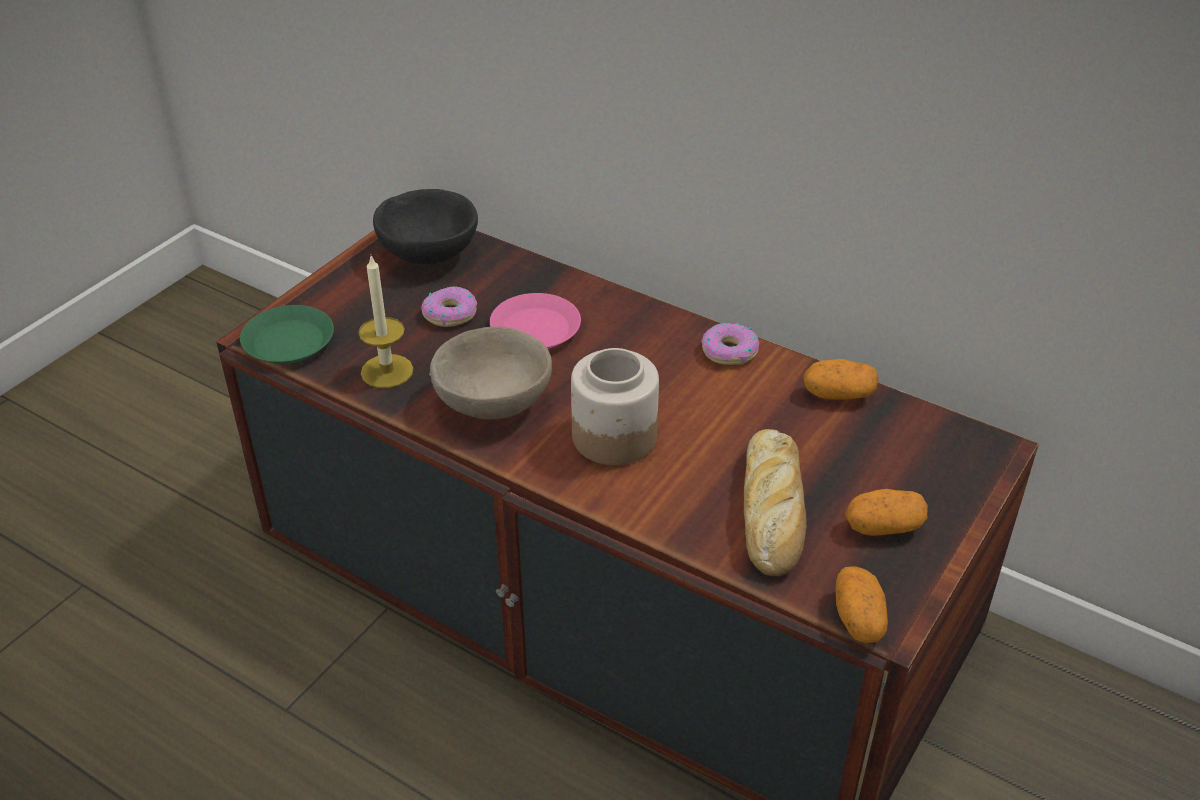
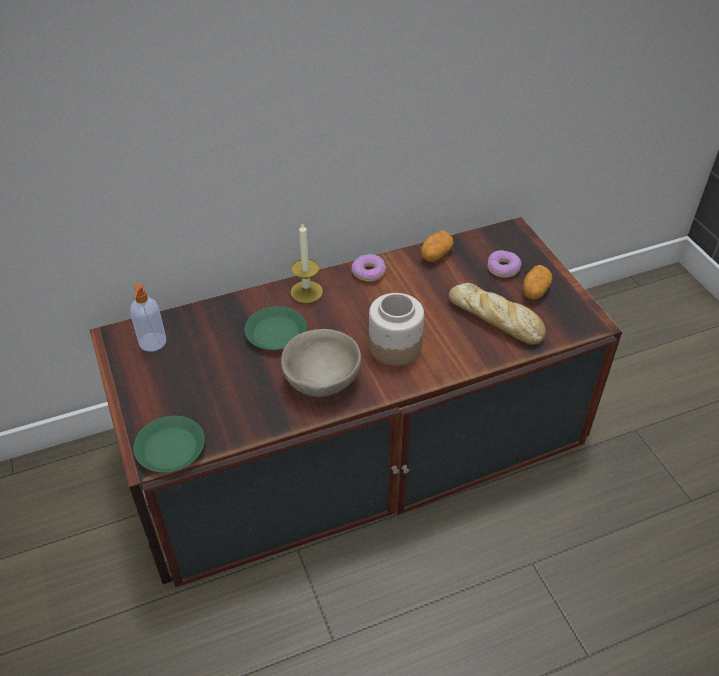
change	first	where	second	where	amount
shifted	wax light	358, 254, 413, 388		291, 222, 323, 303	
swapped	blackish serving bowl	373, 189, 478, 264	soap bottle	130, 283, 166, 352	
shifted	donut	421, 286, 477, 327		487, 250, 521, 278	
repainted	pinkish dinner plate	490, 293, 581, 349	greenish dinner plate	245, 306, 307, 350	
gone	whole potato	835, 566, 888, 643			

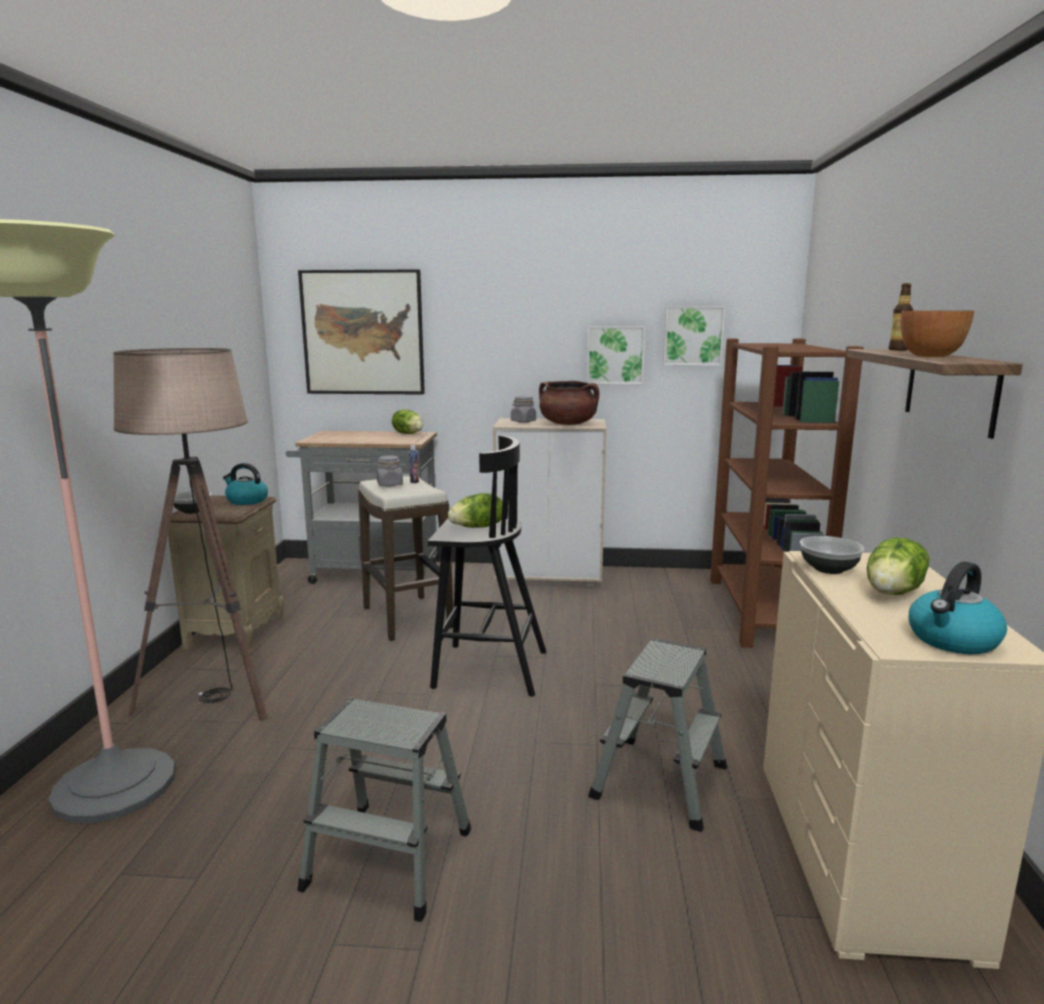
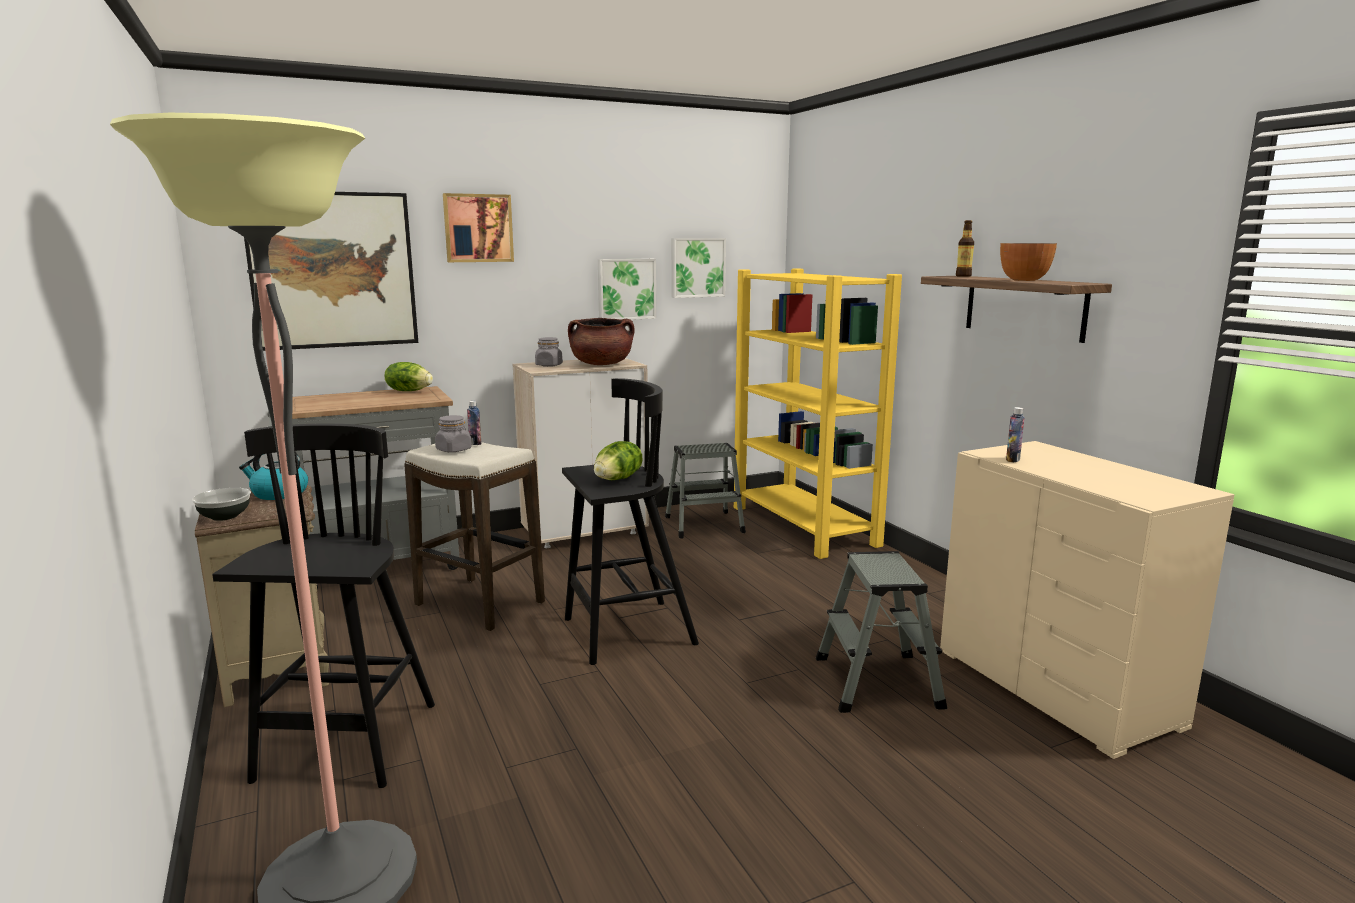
change	first	where	second	where	amount
swapped	standing lamp	113, 348, 267, 721	blackish stool	212, 424, 435, 788	
shifted	gray stepladder	297, 697, 471, 922		665, 442, 746, 539	
repainted	brown-coloured bookcase	710, 338, 864, 648	yellow-coloured bookcase	734, 269, 902, 559	
swapped	serving bowl	800, 536, 864, 574	drink bottle	1006, 407, 1025, 462	
gone	lettuce head	867, 537, 930, 595			
gone	kettle	909, 562, 1007, 654			
new			picture	443, 193, 514, 262	

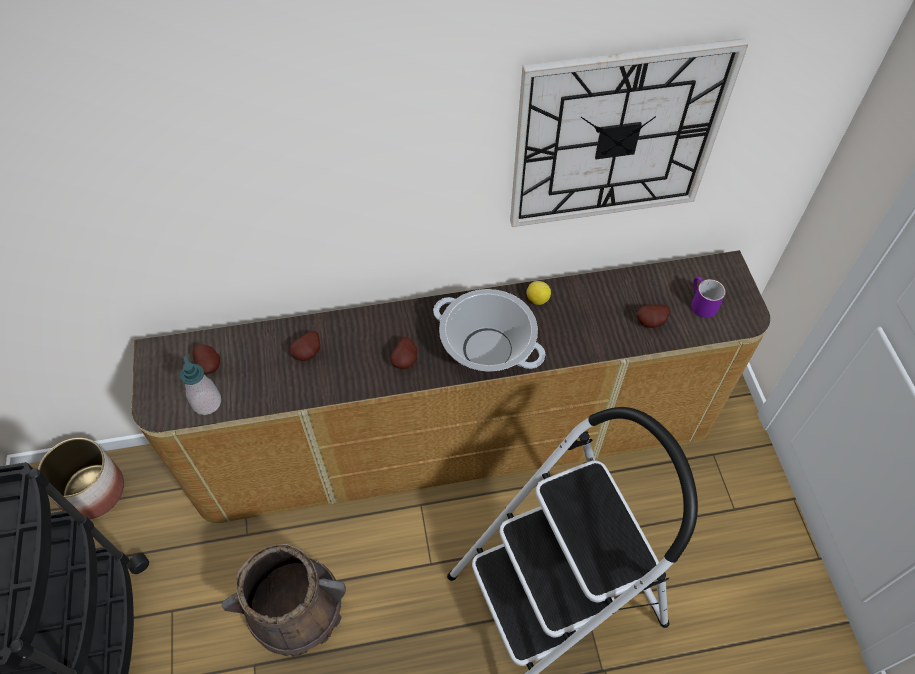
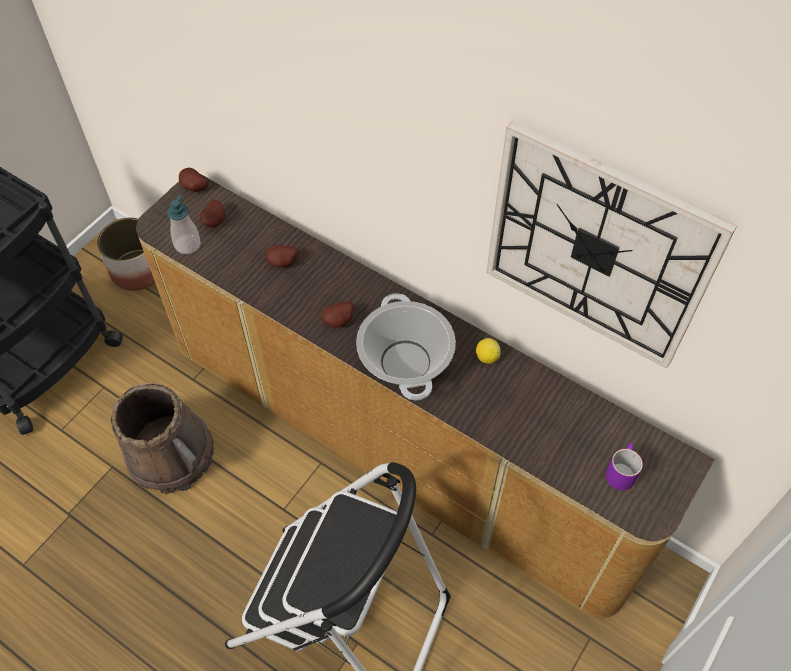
change	first	where	second	where	amount
shifted	whole potato	637, 304, 670, 328		179, 168, 208, 192	

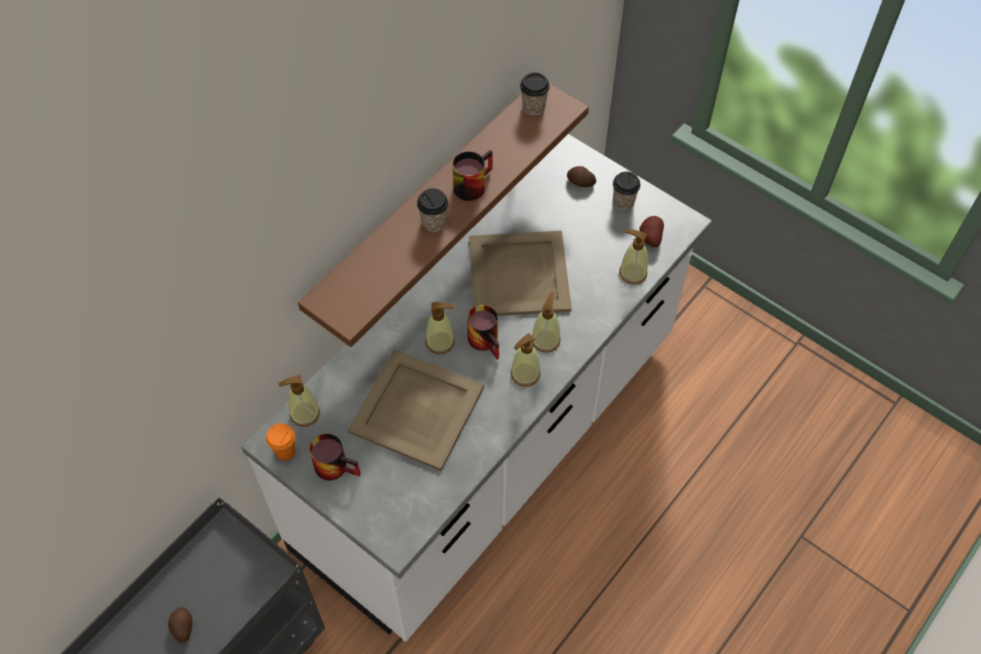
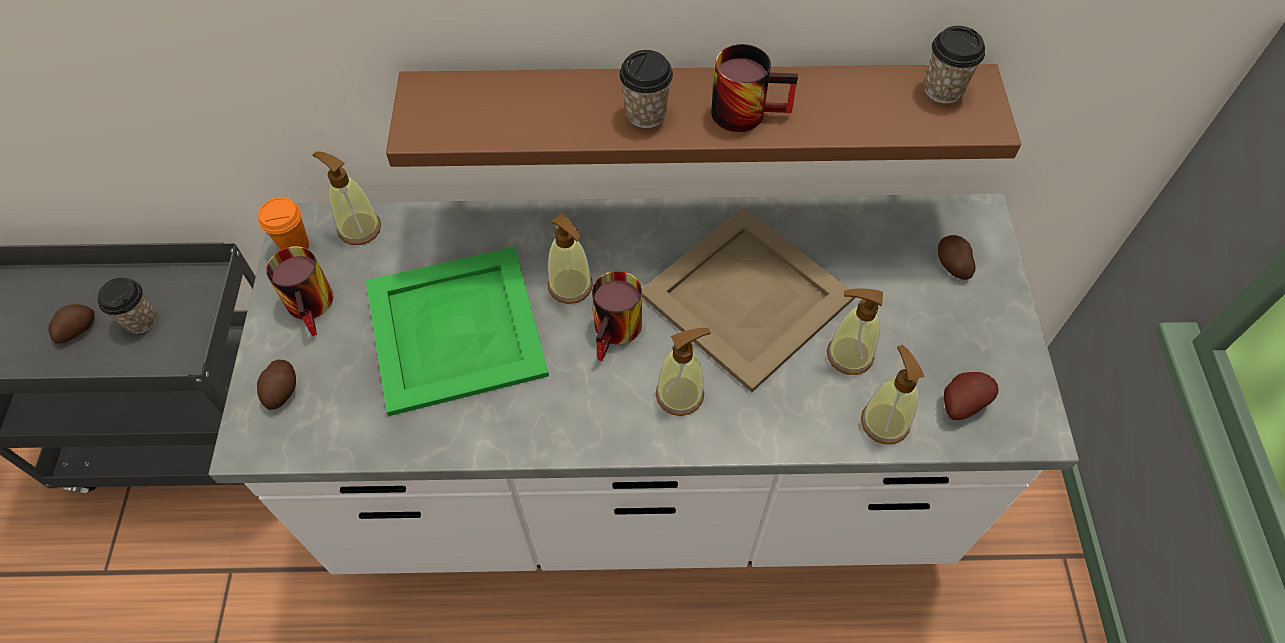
change	first	where	second	where	amount
repainted	beige serving tray	348, 349, 484, 471	greenish serving tray	366, 247, 549, 416	
shifted	soap bottle	511, 333, 540, 387		827, 288, 883, 375	
shifted	small cup	613, 171, 641, 210		98, 278, 157, 334	
new			whole potato	257, 360, 296, 410	

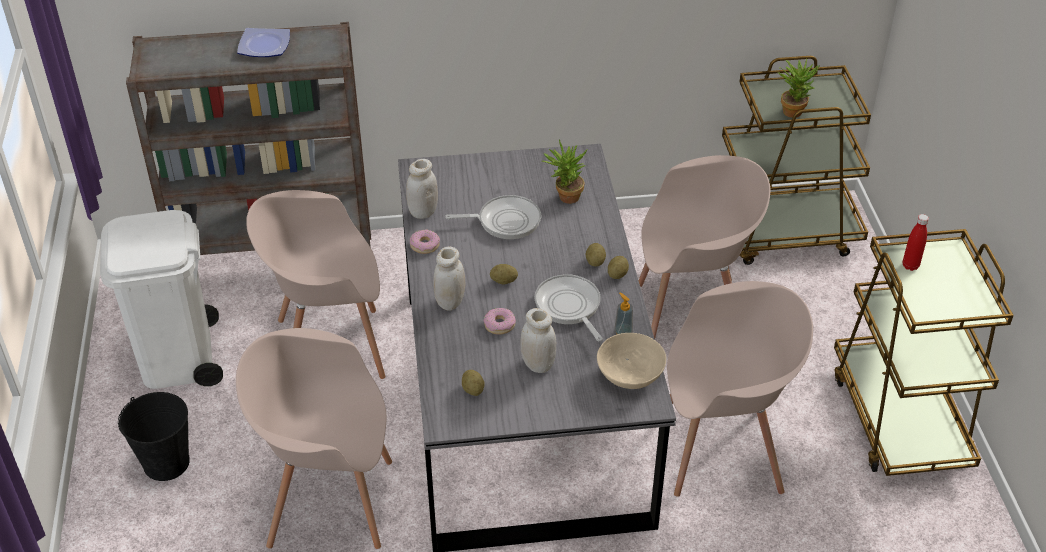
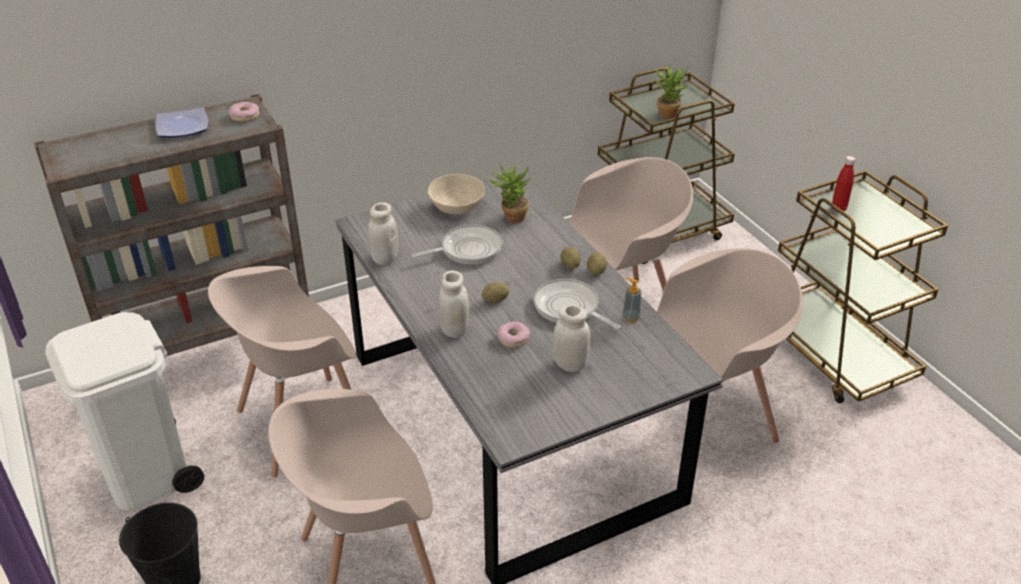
change	first	where	second	where	amount
shifted	donut	410, 229, 440, 254		229, 102, 259, 122	
gone	whole potato	462, 370, 484, 396			
shifted	beige serving bowl	597, 333, 666, 389		428, 174, 485, 214	

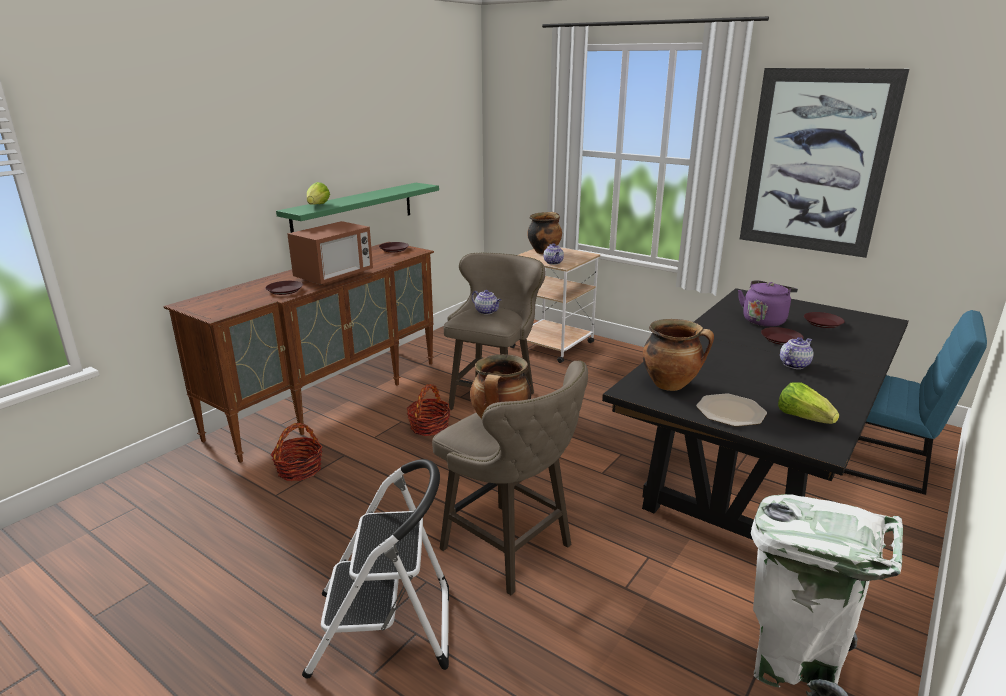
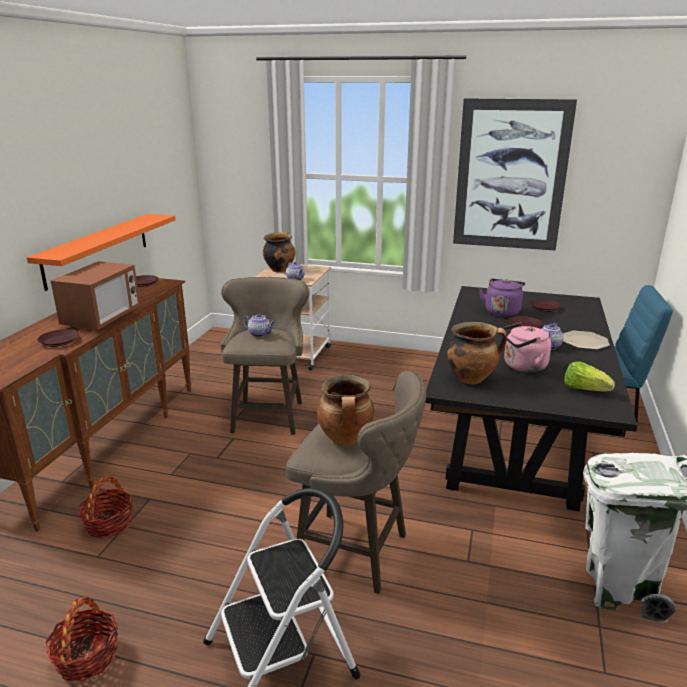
change	first	where	second	where	amount
repainted	greenish wall shelf	276, 183, 439, 233	orange-coloured wall shelf	27, 214, 176, 291	
gone	lettuce head	307, 182, 330, 205			
shifted	household basket	407, 384, 451, 436		45, 596, 118, 681	
shifted	dinner plate	696, 393, 767, 427		563, 331, 610, 350	
new			pinkish kettle	500, 323, 551, 373	

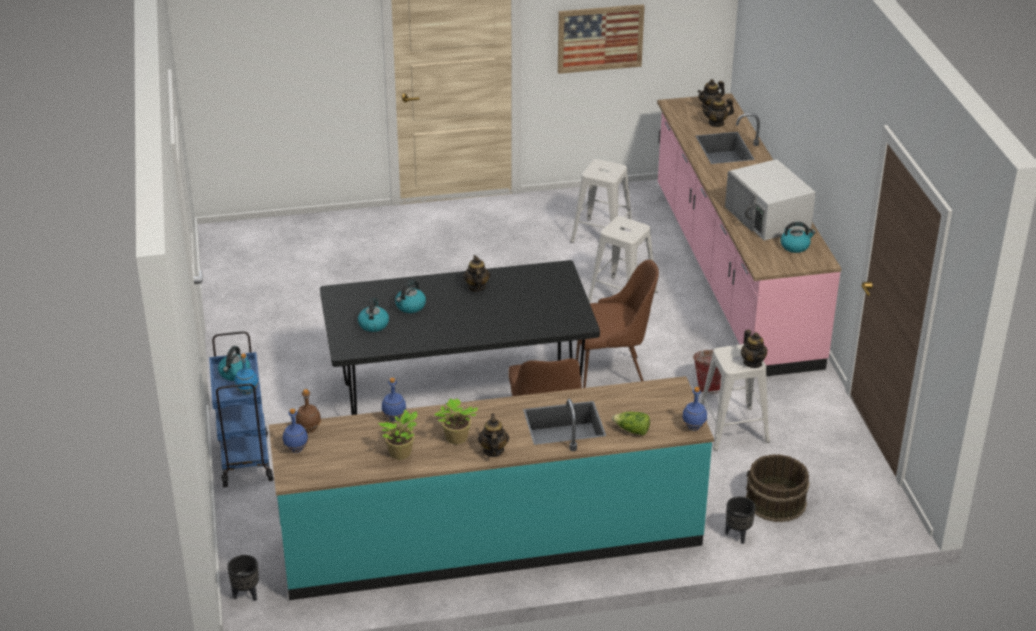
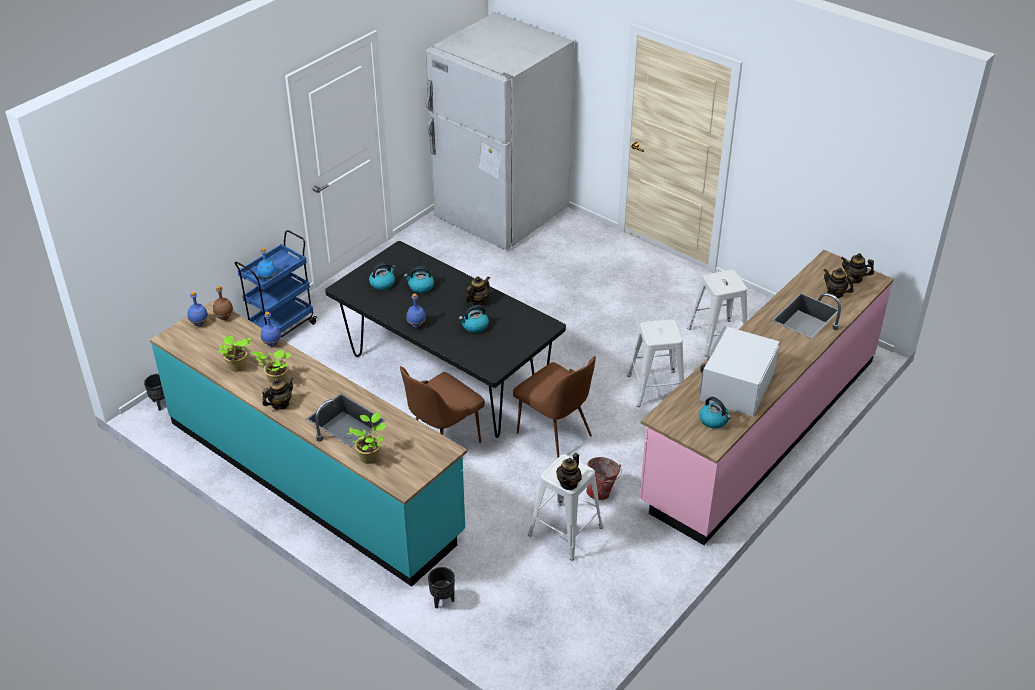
change	first	where	second	where	amount
shifted	kettle	218, 346, 251, 381		459, 305, 489, 333	
gone	picture	558, 4, 645, 74			
swapped	lettuce head	612, 412, 650, 435	plant in a pot	347, 412, 386, 464	
shifted	blue-coloured drink bottle	682, 387, 707, 431		406, 294, 426, 328	
gone	brown-coloured water bucket	746, 454, 810, 522			
new			white-coloured fridge	426, 12, 574, 250	

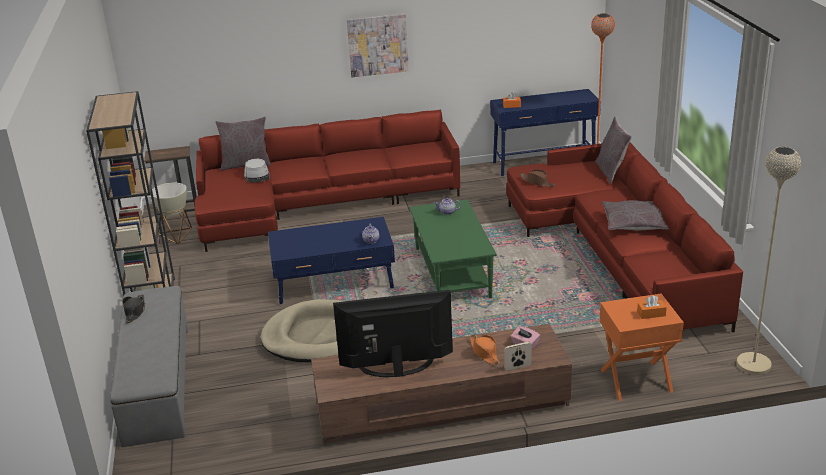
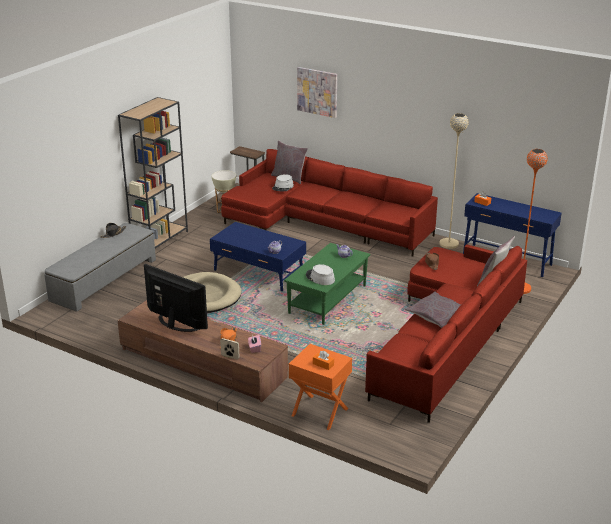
change	first	where	second	where	amount
shifted	picture	347, 14, 409, 77		297, 67, 337, 118	
shifted	beige standing lamp	737, 147, 801, 375		439, 113, 469, 249	
new			gray clothing hat	306, 264, 335, 285	

